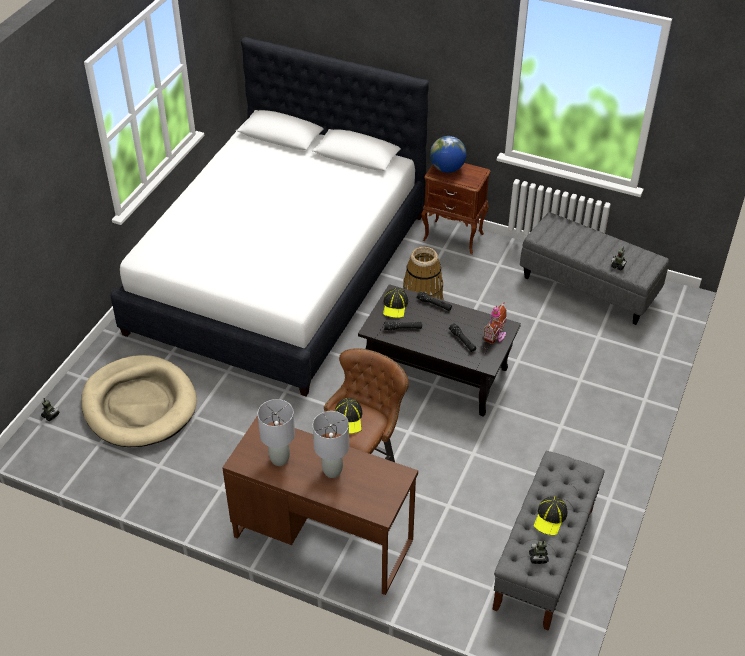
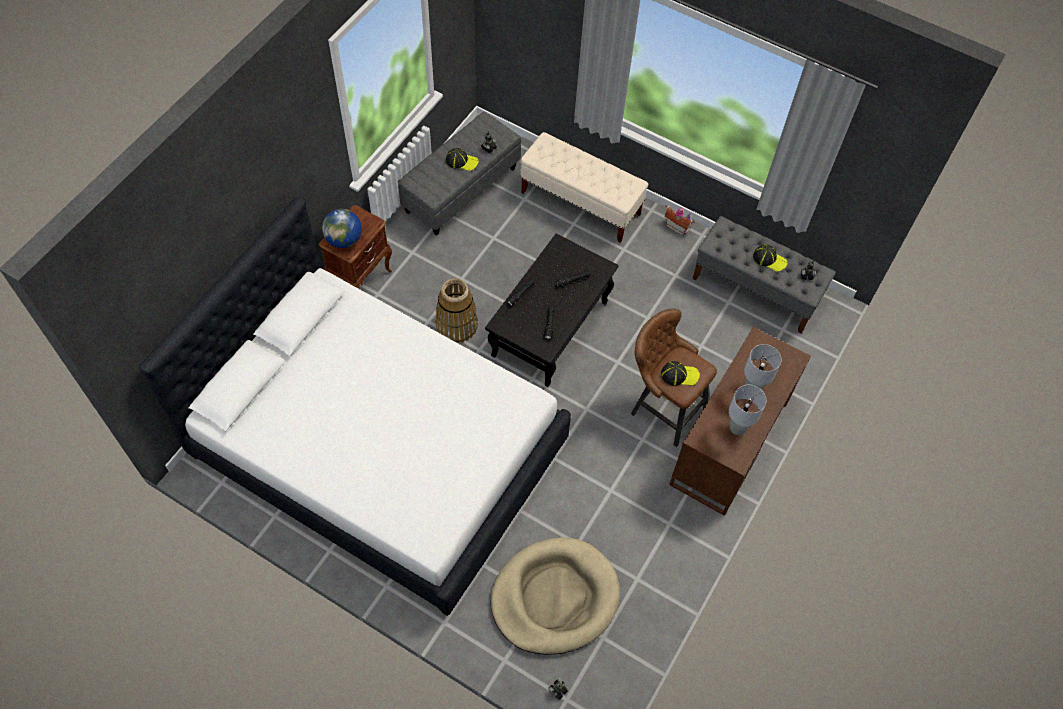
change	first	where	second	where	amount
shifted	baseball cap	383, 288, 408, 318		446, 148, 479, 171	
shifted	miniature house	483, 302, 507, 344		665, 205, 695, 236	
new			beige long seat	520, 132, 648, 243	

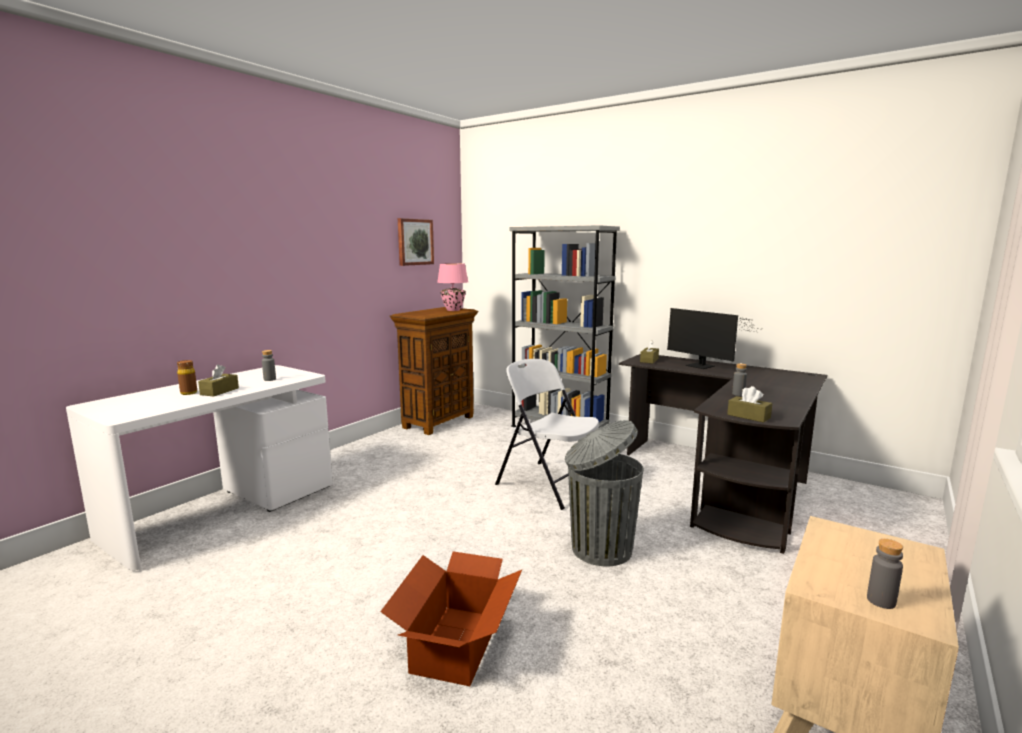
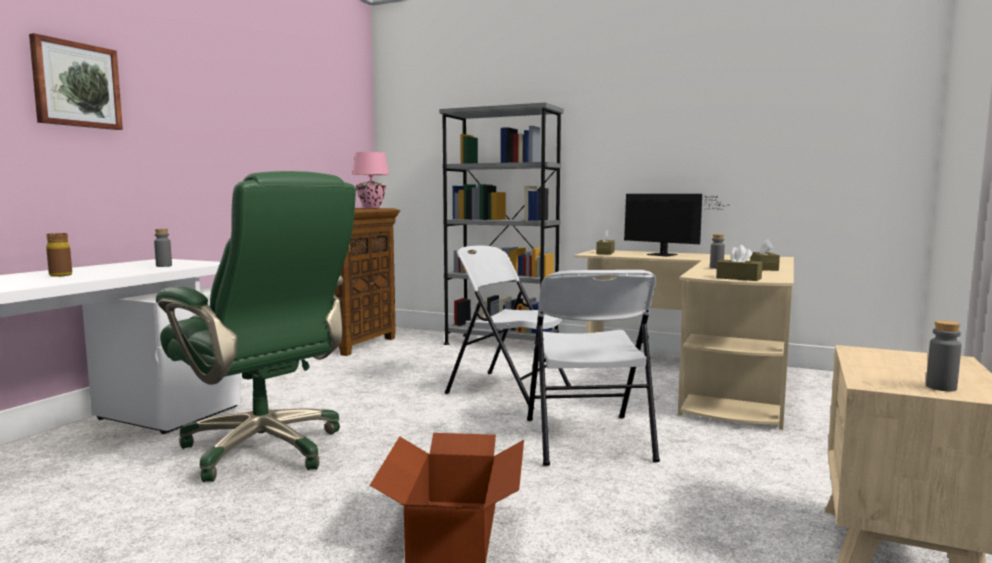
change	first	where	second	where	amount
shifted	brown-coloured tissue holder	198, 364, 239, 396		750, 239, 780, 271	
shifted	picture	398, 218, 434, 266		29, 33, 123, 130	
swapped	gray waste bin	565, 420, 644, 566	white-coloured chair	527, 270, 660, 466	
repainted	blackish desk table	619, 354, 827, 554	beige desk table	574, 250, 794, 430	
new			greenish desk chair	156, 171, 356, 482	

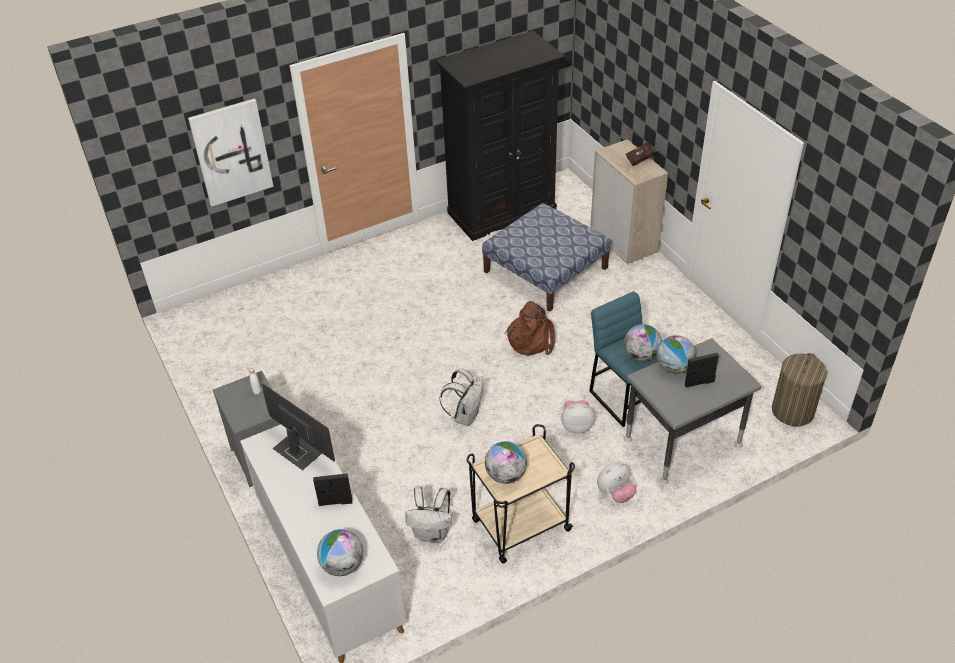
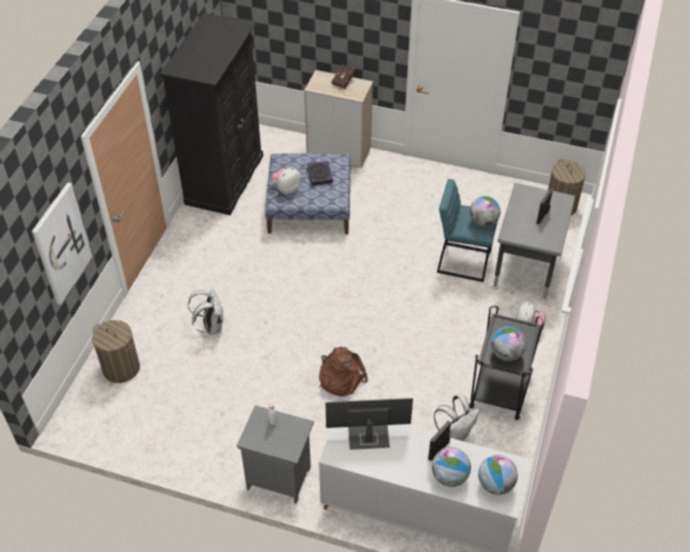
change	first	where	second	where	amount
shifted	white-coloured backpack	440, 368, 483, 426		188, 289, 224, 335	
repainted	beige trolley	467, 424, 575, 563	blackish trolley	469, 305, 545, 420	
shifted	brown-coloured backpack	505, 301, 555, 356		319, 347, 368, 396	
shifted	cuddly toy	561, 400, 595, 434		271, 167, 301, 194	
shifted	world globe	657, 335, 696, 374		432, 447, 471, 487	
new			hamper	92, 320, 140, 383	
new			volume	307, 161, 333, 186	

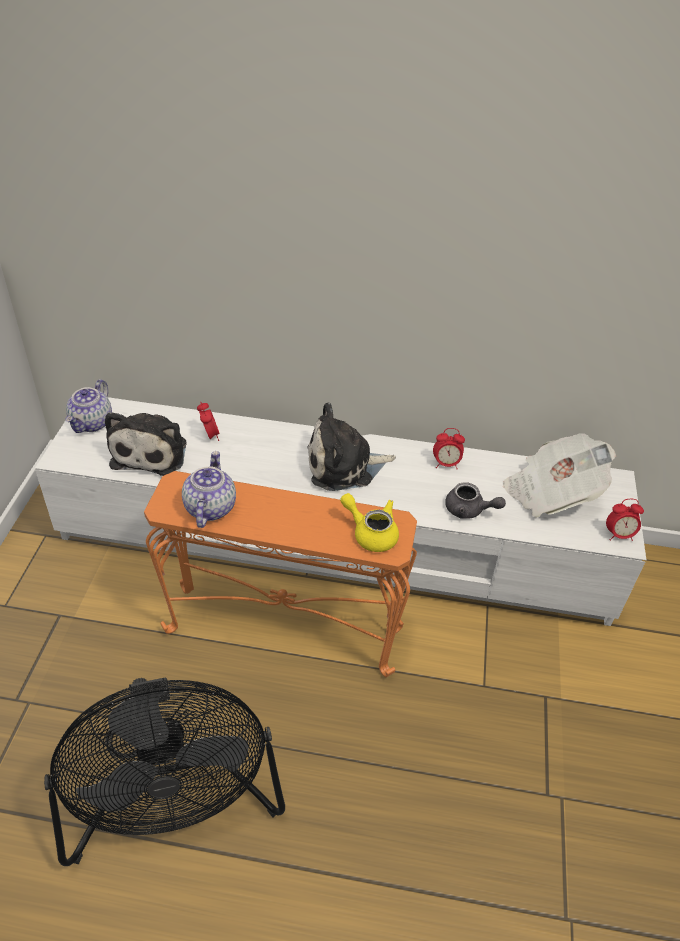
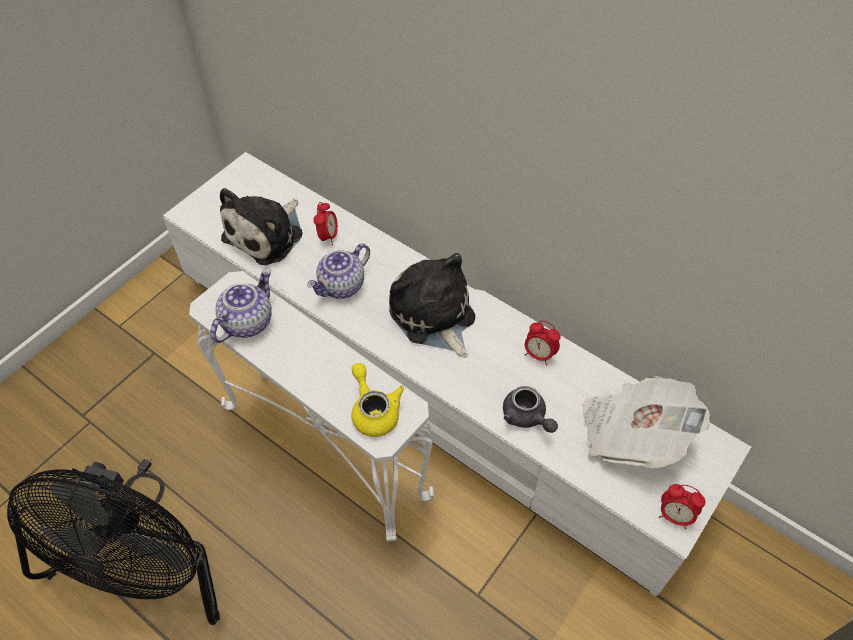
change	first	where	second	where	amount
shifted	tea pot	66, 379, 112, 433		307, 243, 370, 299	
repainted	orange-coloured end table	144, 471, 417, 677	white-coloured end table	189, 271, 434, 542	
rotated	cuddly toy	307, 403, 396, 491		389, 253, 475, 358	45 degrees clockwise

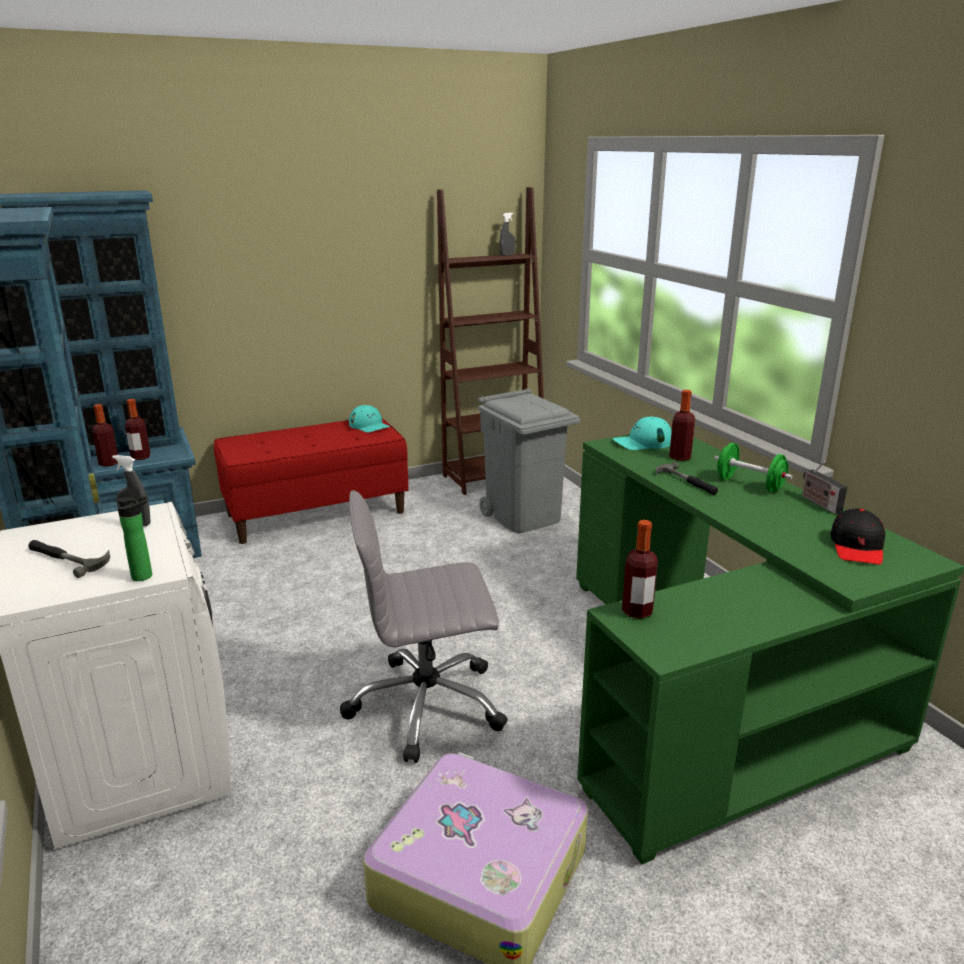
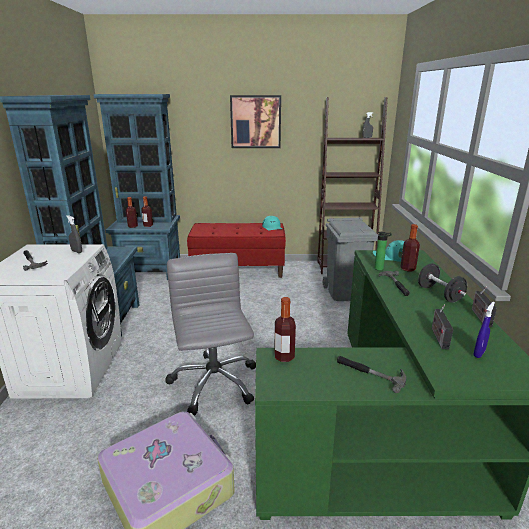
change	first	where	second	where	amount
shifted	drink bottle	116, 496, 152, 581		374, 232, 392, 270	
rotated	gray desk chair	340, 490, 508, 763		165, 253, 256, 415	60 degrees clockwise
repainted	greenish free weight	714, 443, 793, 492	blackish free weight	418, 264, 467, 303	
swapped	blackish baseball cap	830, 508, 885, 565	blue-coloured spray bottle	473, 302, 495, 358	
new			picture	230, 95, 281, 148	
new			hammer	337, 356, 406, 393	
new			radio set	432, 304, 453, 350	

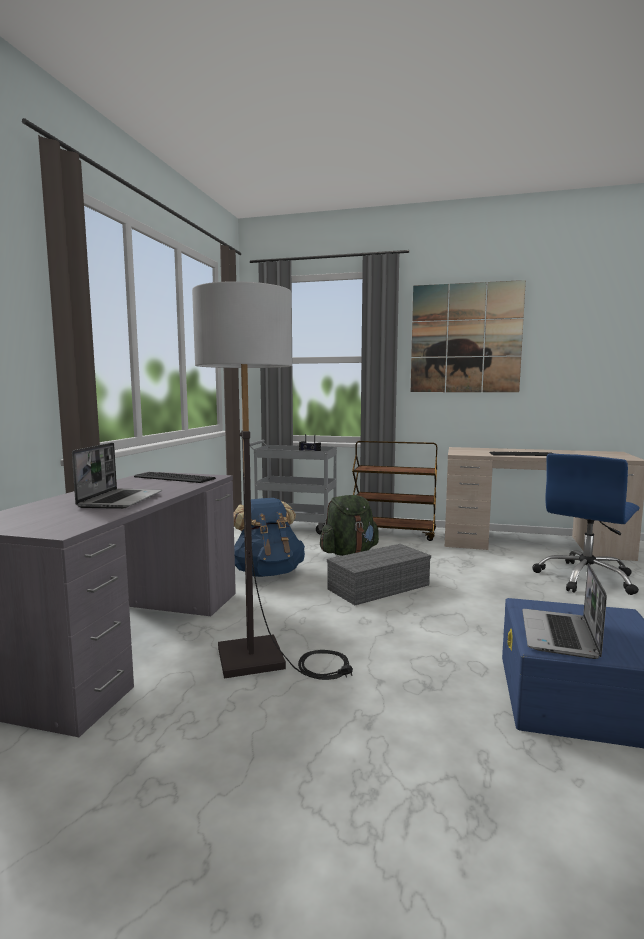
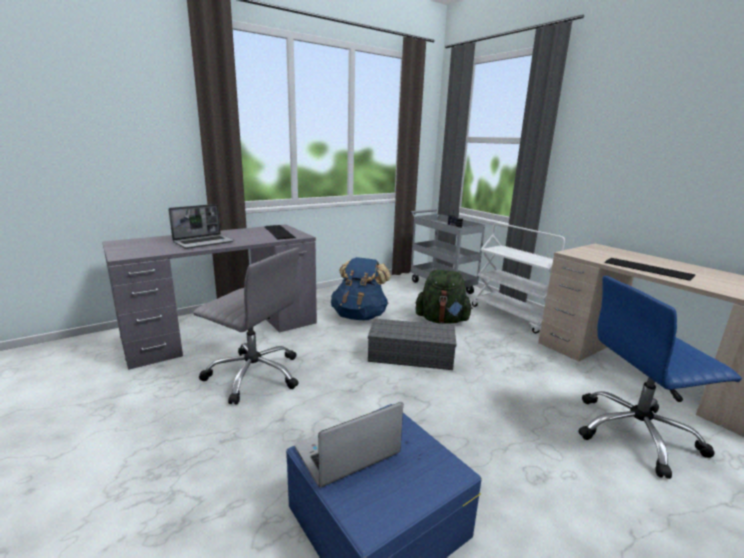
change	first	where	second	where	amount
swapped	standing lamp	192, 281, 353, 680	gray desk chair	193, 248, 300, 405	
repainted	brown-coloured trolley	352, 441, 437, 541	white-coloured trolley	472, 222, 565, 333	
gone	picture	411, 280, 526, 392			

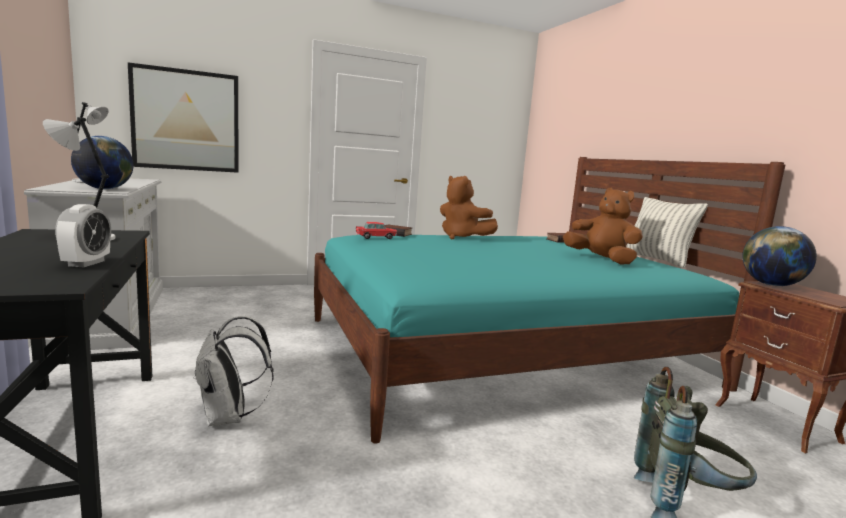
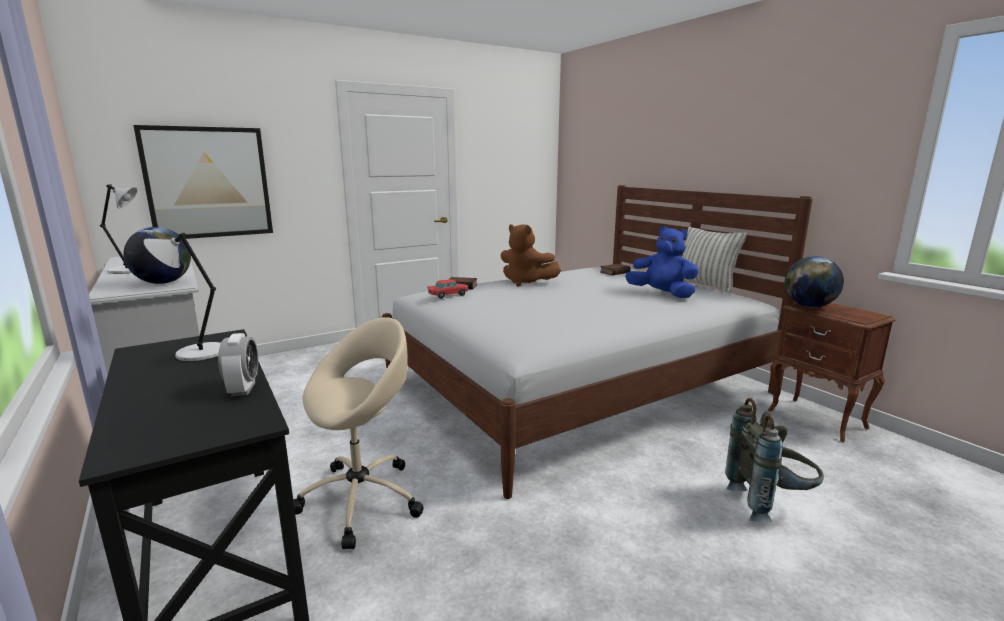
change	first	where	second	where	amount
swapped	white-coloured backpack	193, 316, 274, 426	beige desk chair	293, 317, 424, 549	
repainted	turquoise-coloured sleeping bed	314, 157, 786, 444	white-coloured sleeping bed	382, 185, 813, 499	
repainted	brown-coloured cuddly toy	563, 188, 643, 265	blue-coloured cuddly toy	625, 226, 699, 298	

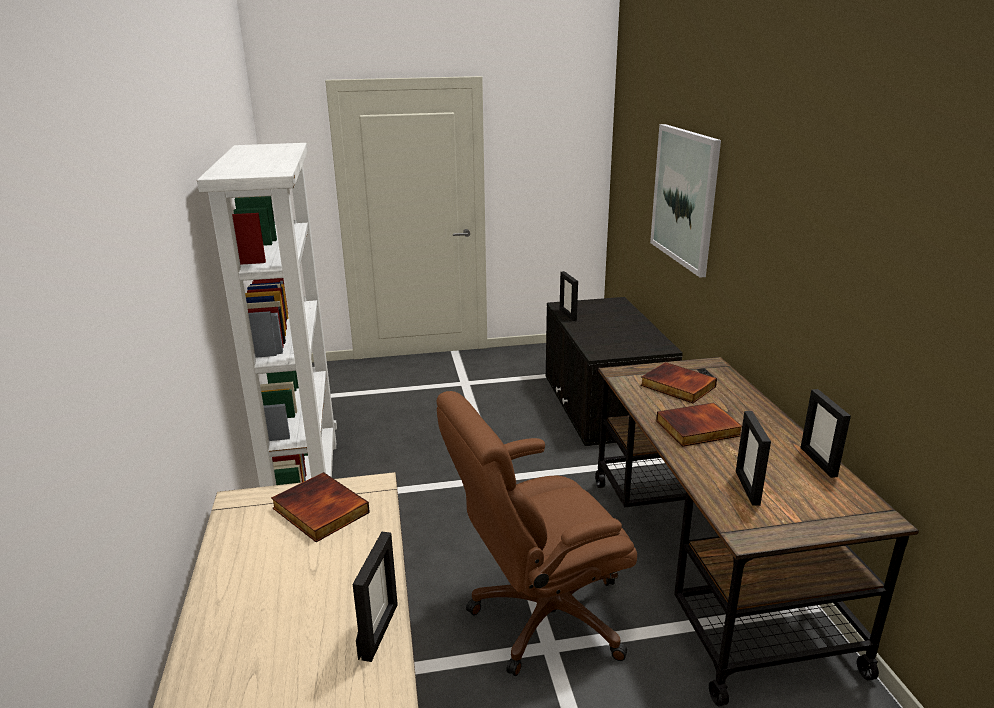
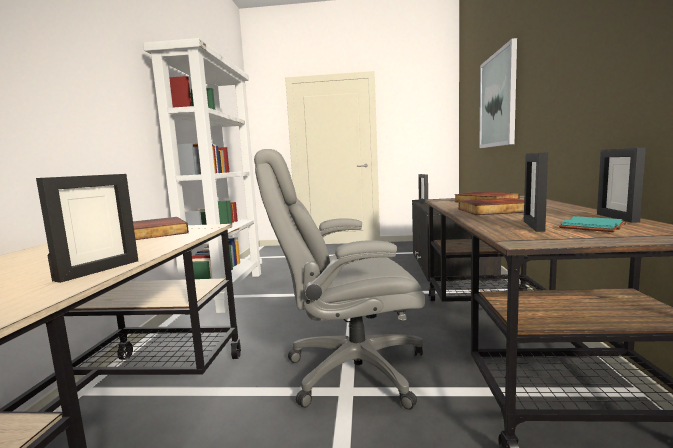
change	first	where	second	where	amount
repainted	brown-coloured desk chair	437, 391, 637, 676	gray desk chair	254, 149, 425, 410	
new			turquoise-coloured volume	559, 216, 626, 232	

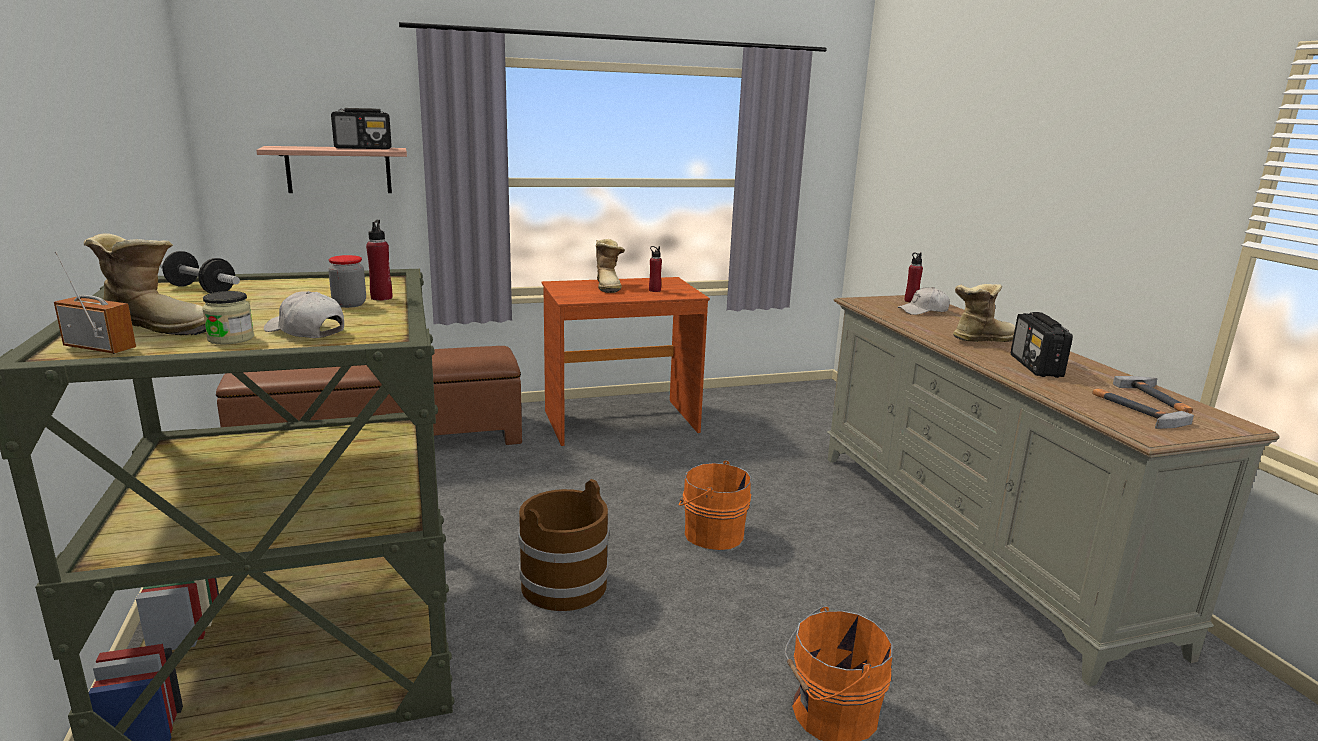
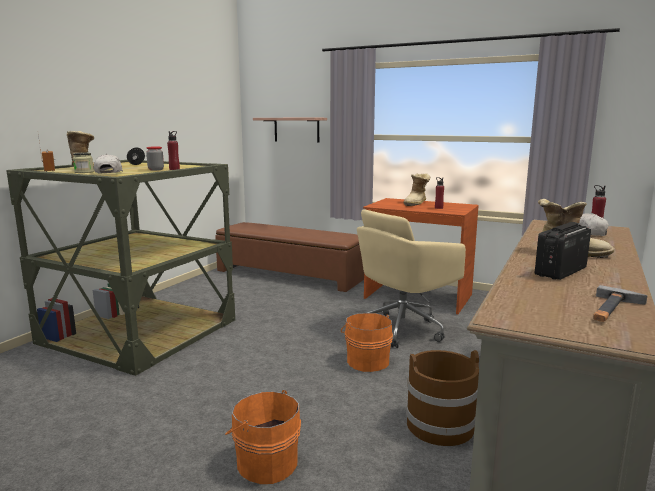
change	first	where	second	where	amount
gone	radio set	331, 108, 392, 149			
shifted	brown-coloured water bucket	518, 479, 609, 611		406, 350, 479, 446	
gone	hammer	1092, 389, 1194, 429			
new			beige desk chair	357, 209, 466, 348	

